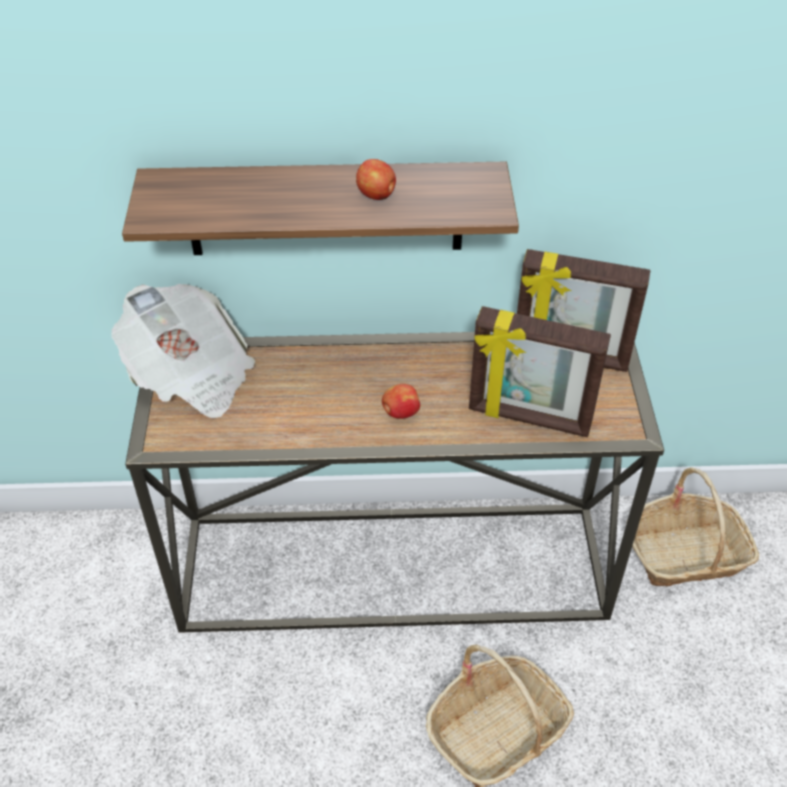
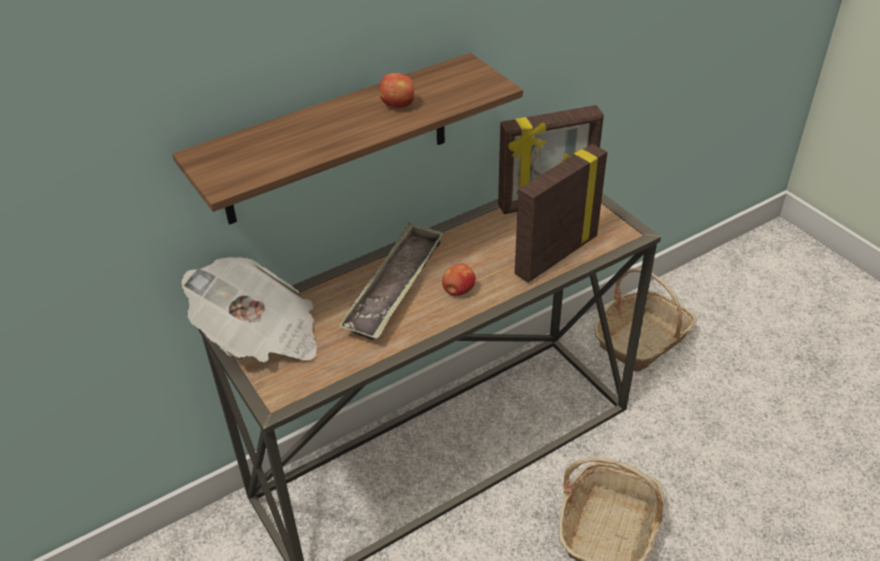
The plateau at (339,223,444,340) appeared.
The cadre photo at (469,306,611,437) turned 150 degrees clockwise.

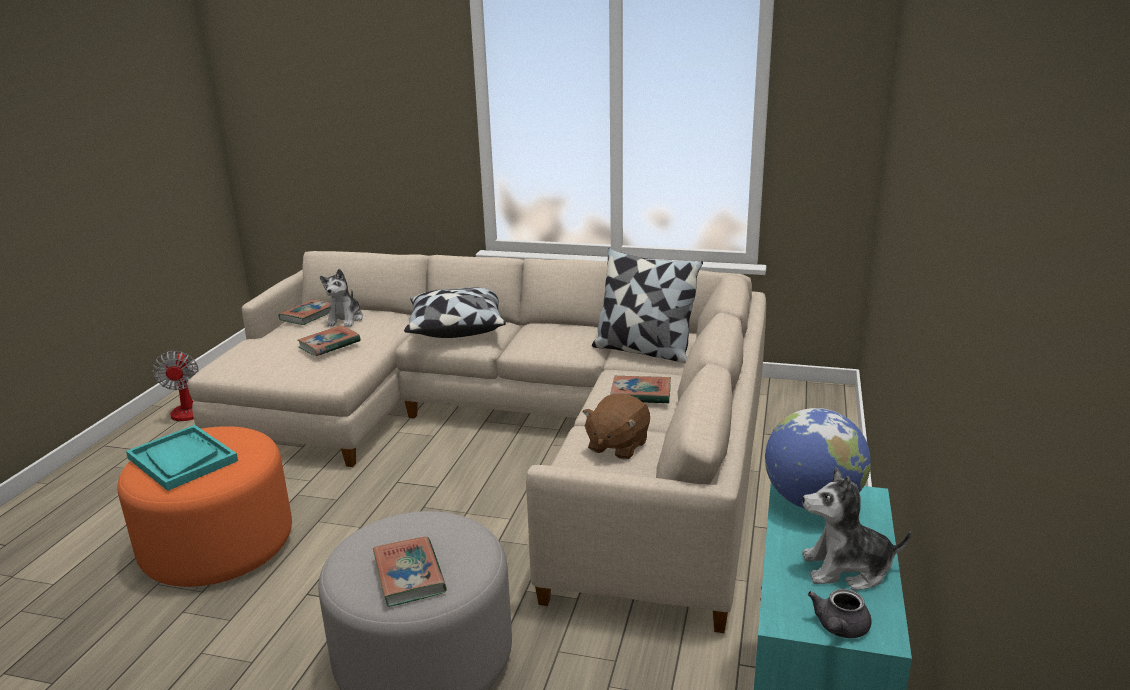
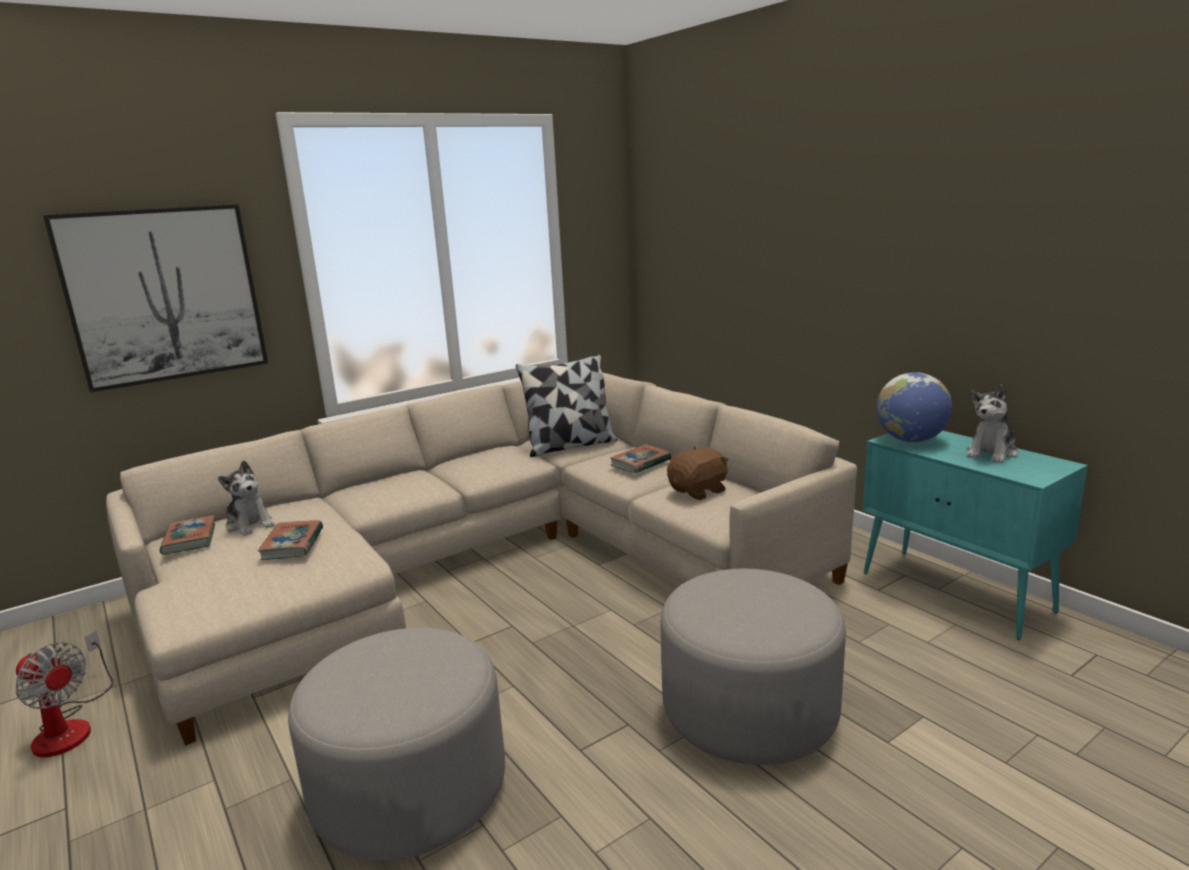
The plateau [turquoise] at (126,425,238,491) disappeared.
The livre at (373,536,447,607) disappeared.
The coussin at (404,287,506,338) disappeared.
The théière [gris] at (808,589,871,638) disappeared.
The tableau at (43,204,268,392) appeared.
The pouf [orange] at (117,426,292,587) became the pouf [gris] at (288,628,505,861).
The peluche [marron] at (582,394,650,460) turned 105 degrees counterclockwise.

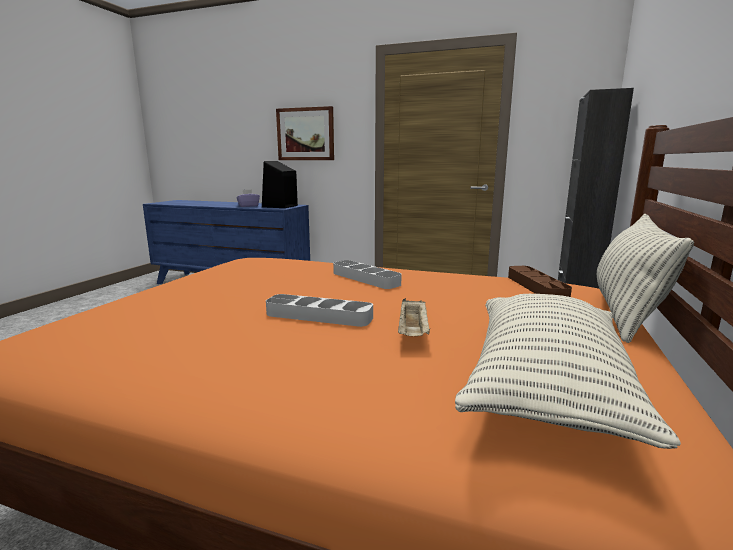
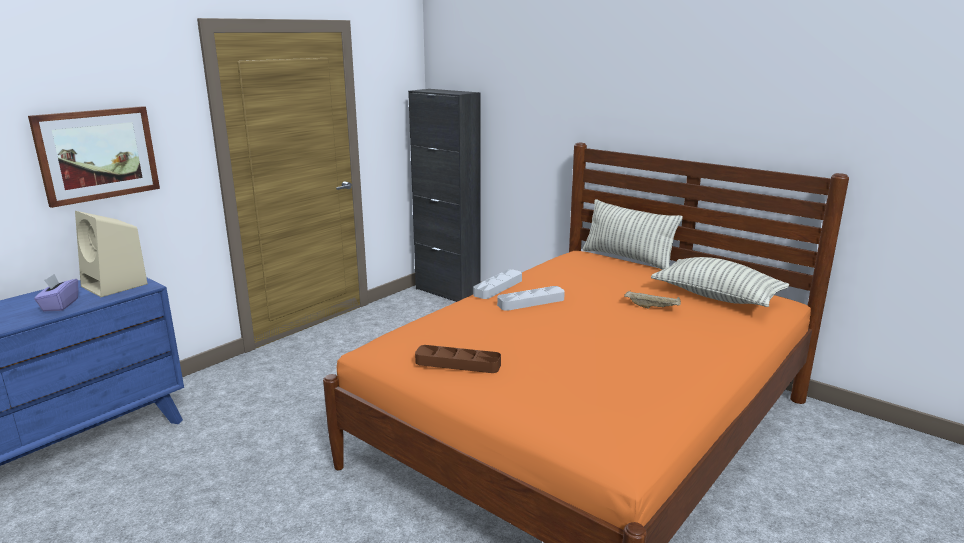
The plateau [gris] moved from (266,294,373,327) to (473,269,522,299).
The plateau [marron] moved from (508,266,572,297) to (415,345,501,373).
The enceinte [noir] at (262,161,298,208) became the enceinte [beige] at (75,211,148,297).

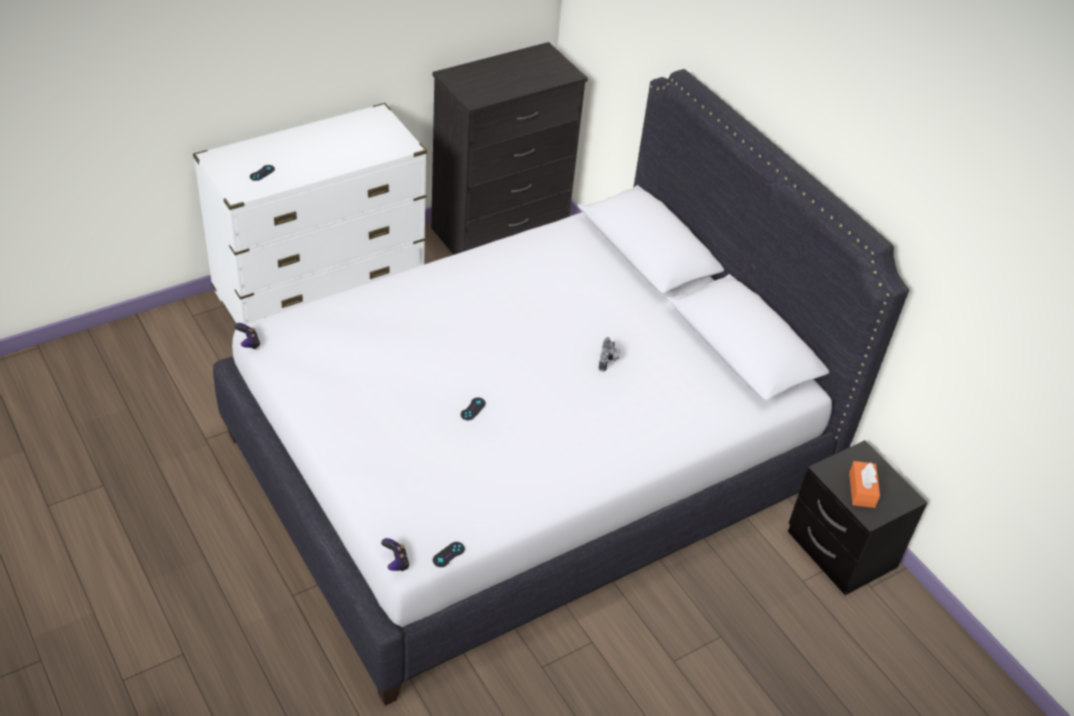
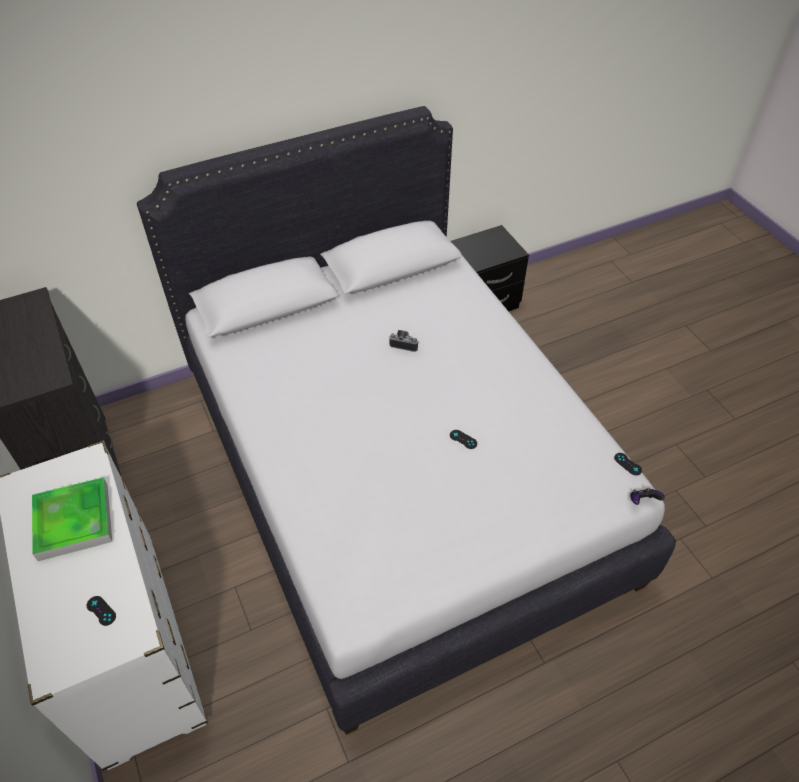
The manette at (234,323,260,349) disappeared.
The boîte à mouchoirs [orange] at (849,461,880,508) disappeared.
The plateau at (32,477,112,561) appeared.

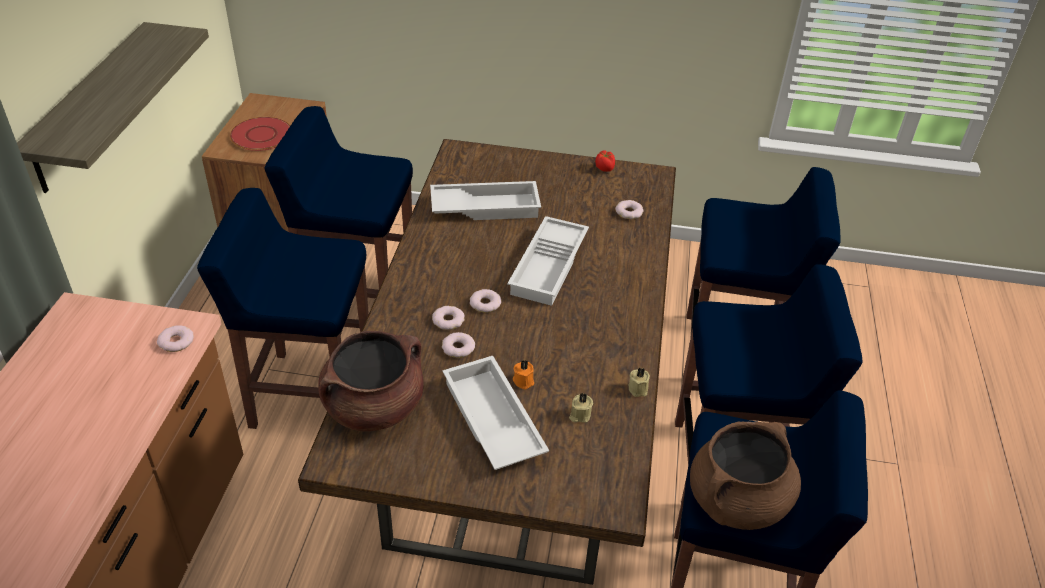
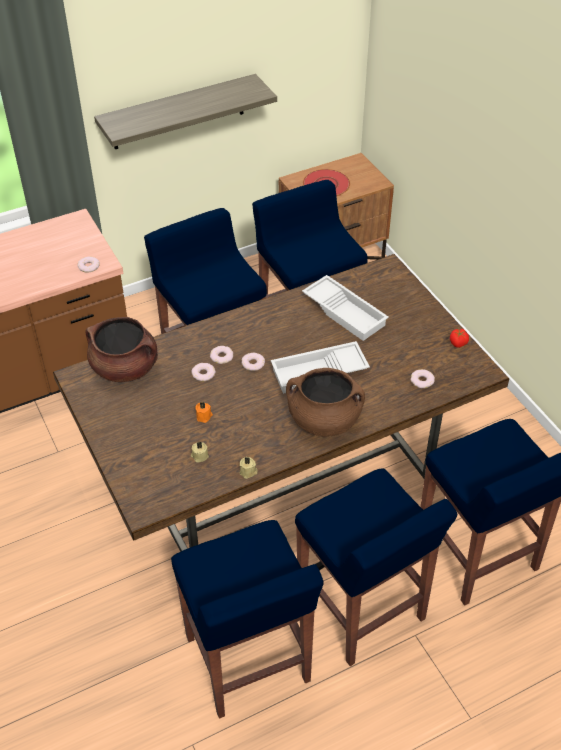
The plateau [blanc] at (442,356,549,470) disappeared.
The marmite [marron] moved from (690,422,801,530) to (286,368,365,437).

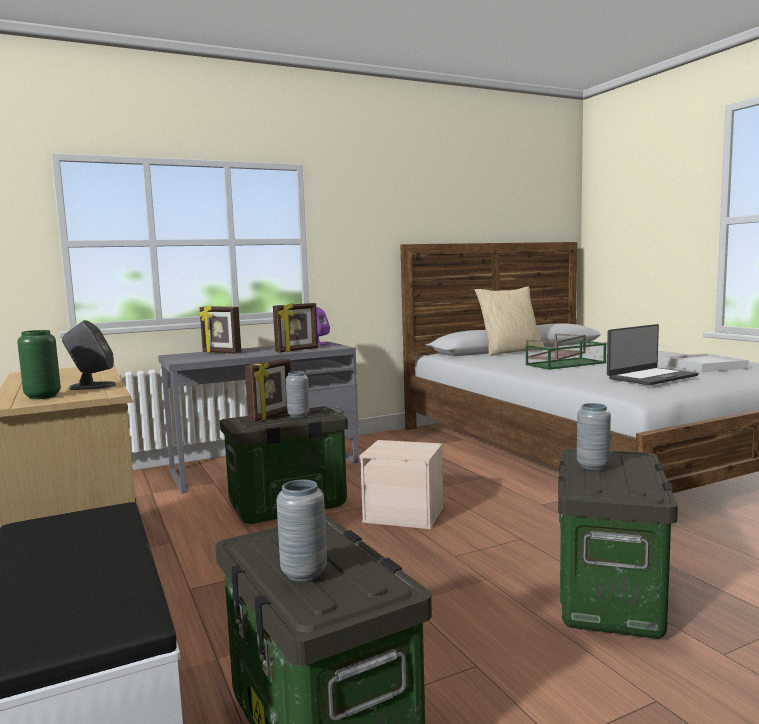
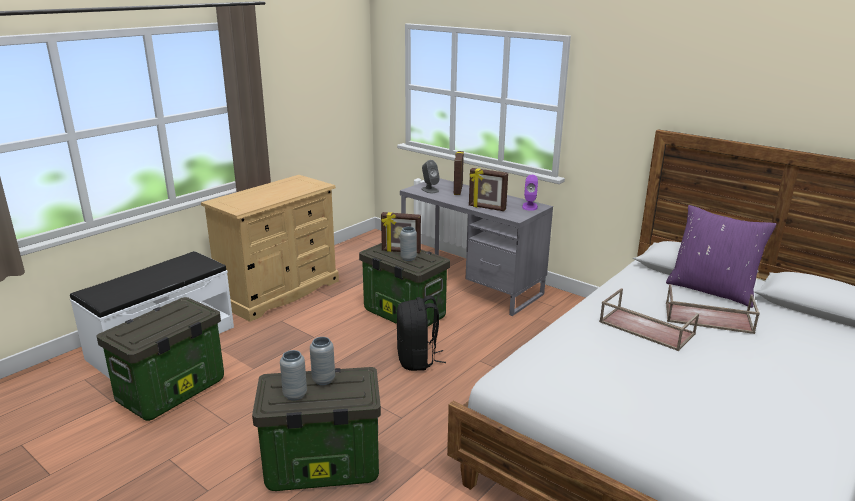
The vase [vert] at (17,330,61,399) disappeared.
The ordinateur portable at (607,324,698,385) disappeared.
The plateau [blanc] at (664,354,748,372) disappeared.
The enceinte [gris] moved from (62,320,116,390) to (421,160,440,193).
The vase [gris] moved from (276,480,327,582) to (280,350,307,401).
The boîte de rangement [beige] at (360,440,444,529) was replaced by the sac à dos [noir] at (397,295,446,371).
The coussin [beige] at (475,286,545,356) became the coussin [violet] at (666,205,776,308).
The plateau [vert] at (526,340,606,370) became the plateau [marron] at (599,288,699,351).

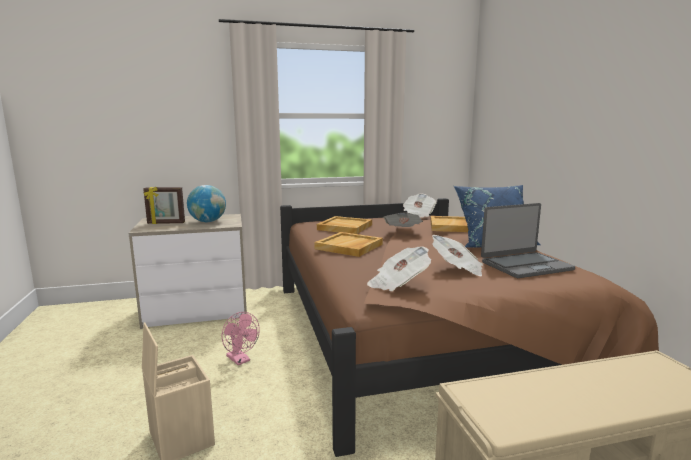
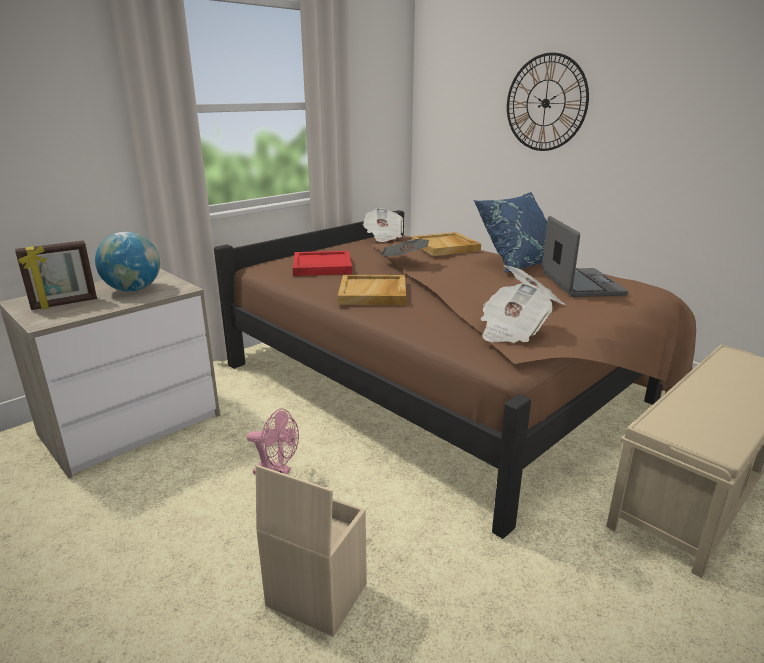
The horloge murale at (507,53,589,151) appeared.
The plateau [beige] at (317,216,372,234) became the plateau [rouge] at (293,251,352,276).
The ordinateur portable at (481,203,575,278) turned 45 degrees counterclockwise.

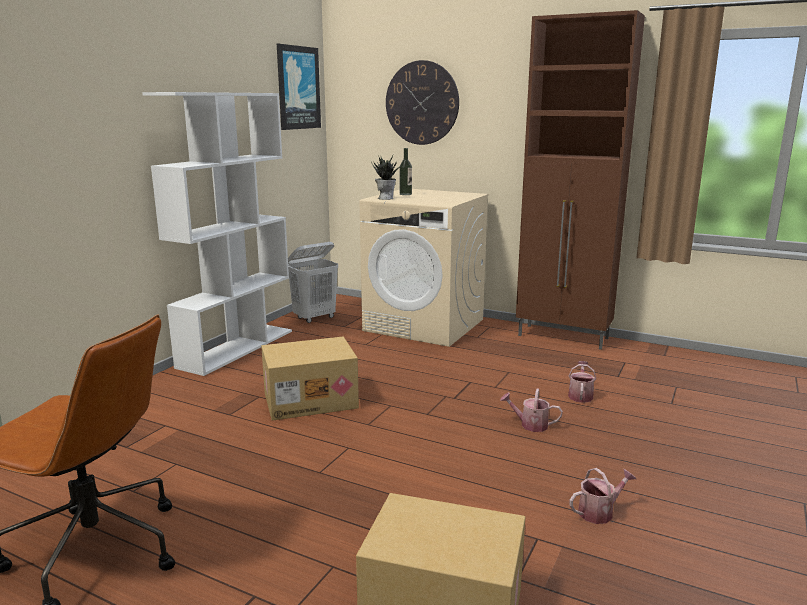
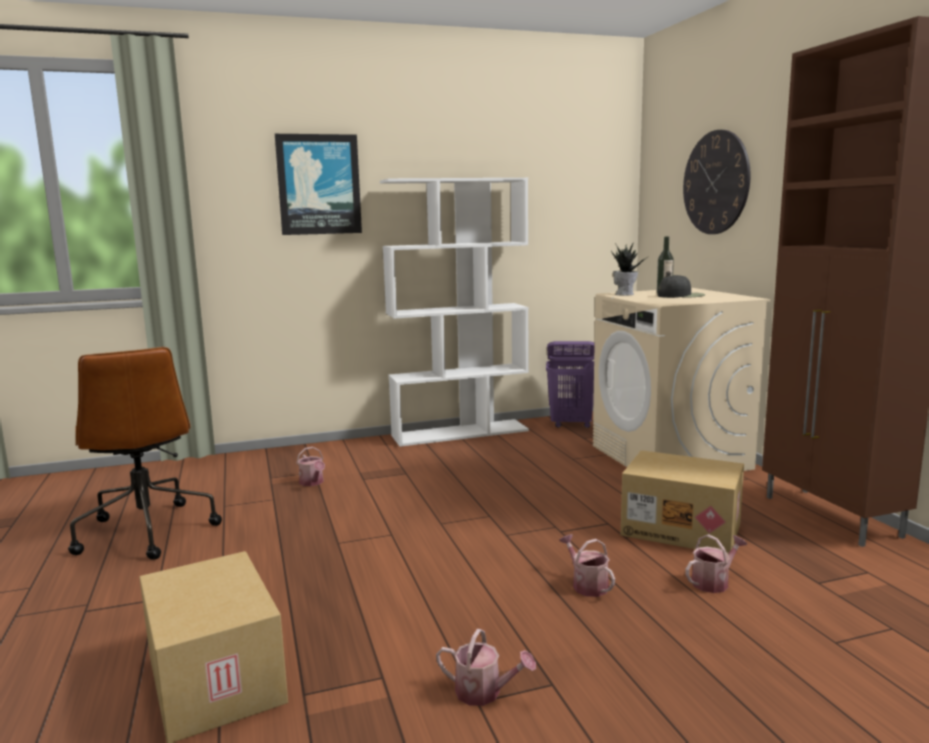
The arrosoir at (296,447,325,486) appeared.
The casquette [noir] at (658,275,705,298) appeared.
The carton moved from (261,337,359,421) to (621,450,744,553).
The tableau moved from (277,44,321,130) to (275,134,362,235).
The panier à linge [blanc] at (288,242,338,323) became the panier à linge [violet] at (546,341,595,428).

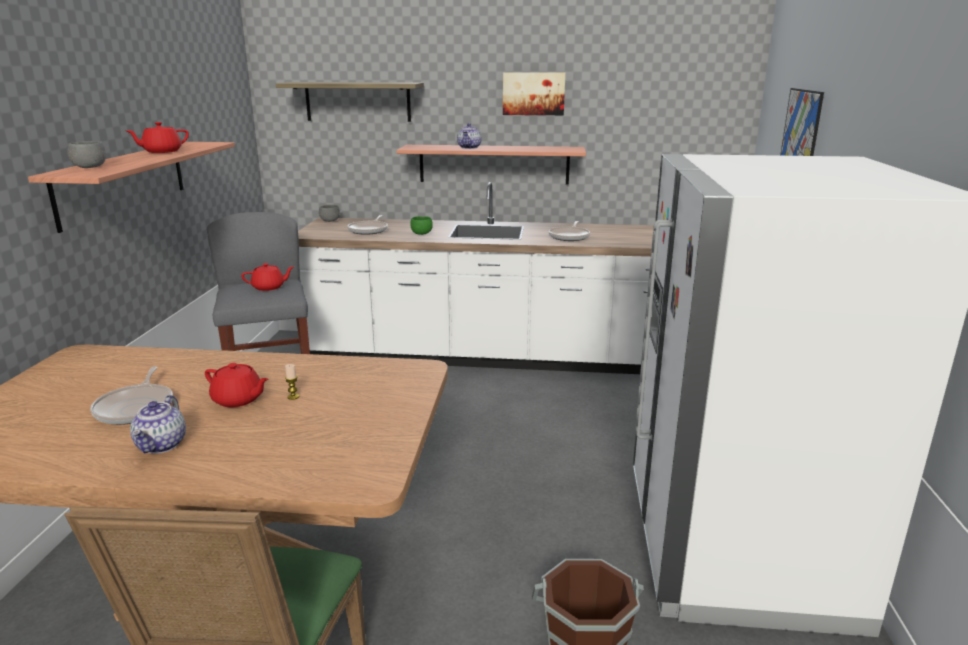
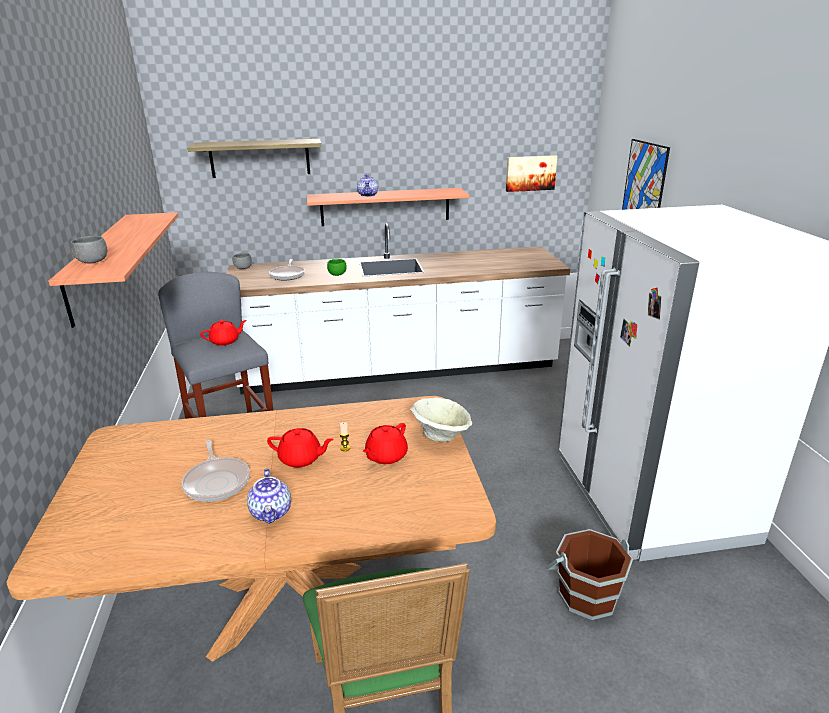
The poêle at (549,221,590,241) disappeared.
The bol [beige] at (410,398,472,442) appeared.
The théière [rouge] moved from (125,122,189,153) to (362,423,408,464).
The tableau moved from (503,72,565,115) to (506,155,557,192).

